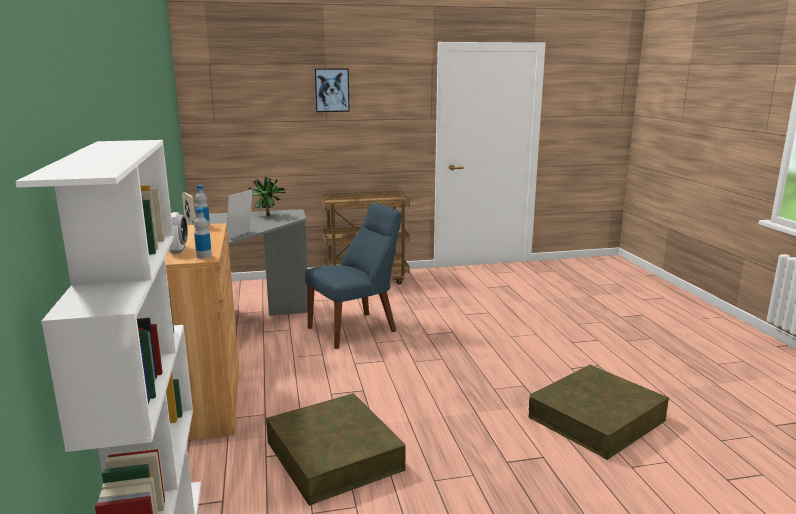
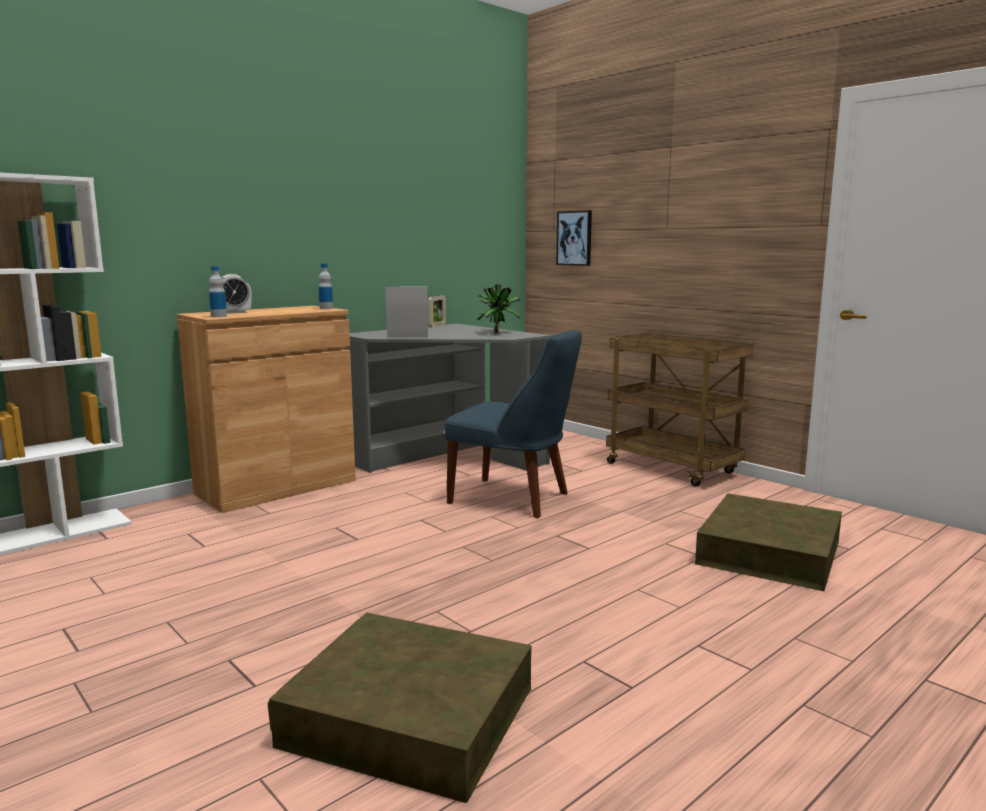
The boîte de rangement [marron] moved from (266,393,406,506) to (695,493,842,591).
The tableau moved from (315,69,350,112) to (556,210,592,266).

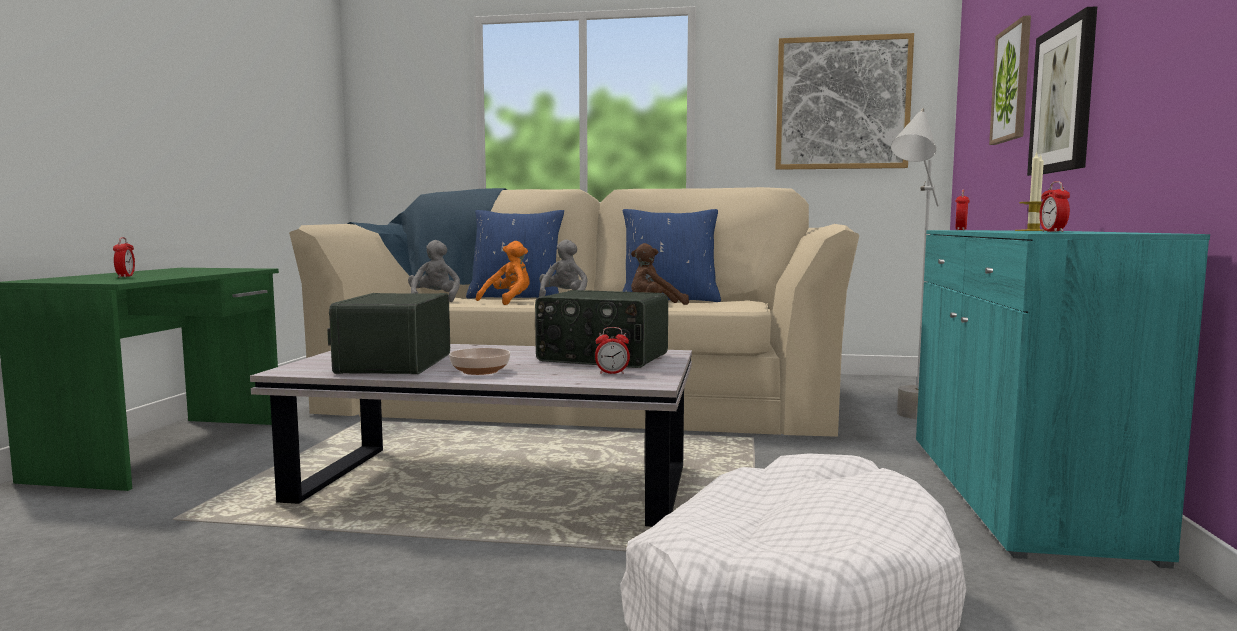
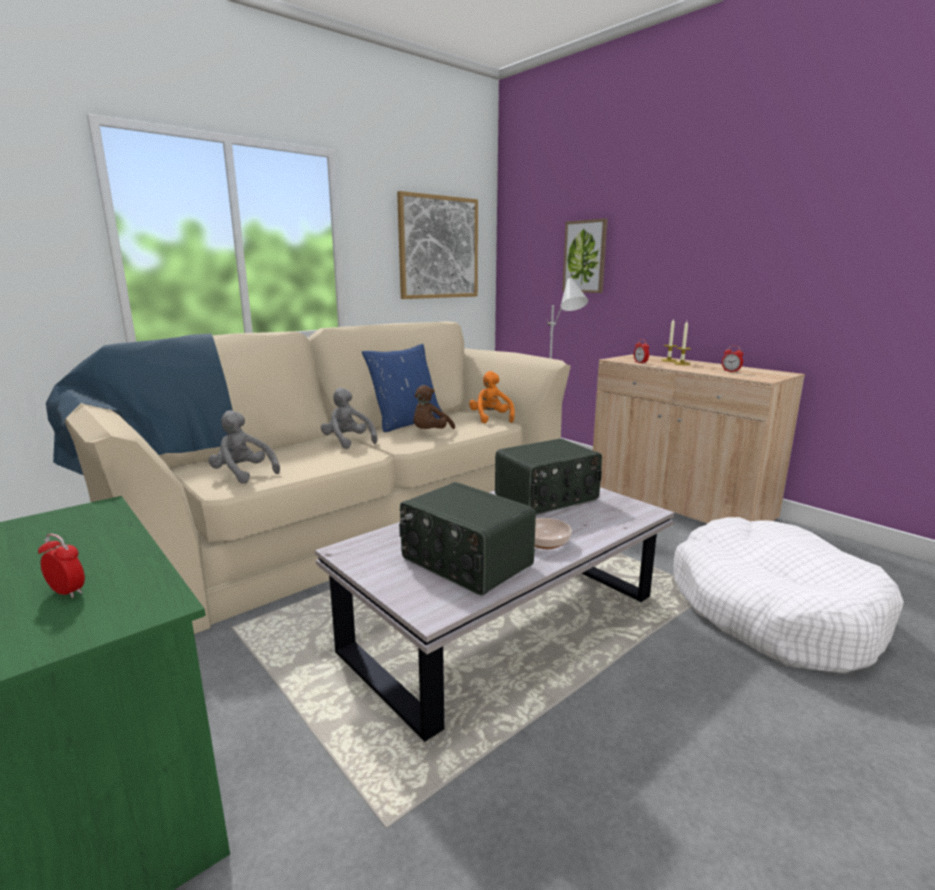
The coussin [bleu] at (466,210,564,299) disappeared.
The réveil at (595,327,630,374) disappeared.
The tableau at (1027,6,1097,176) disappeared.
The peluche [orange] moved from (476,241,530,305) to (469,371,515,423).
The meuble de rangement [turquoise] at (916,230,1210,569) became the meuble de rangement [beige] at (593,354,805,524).

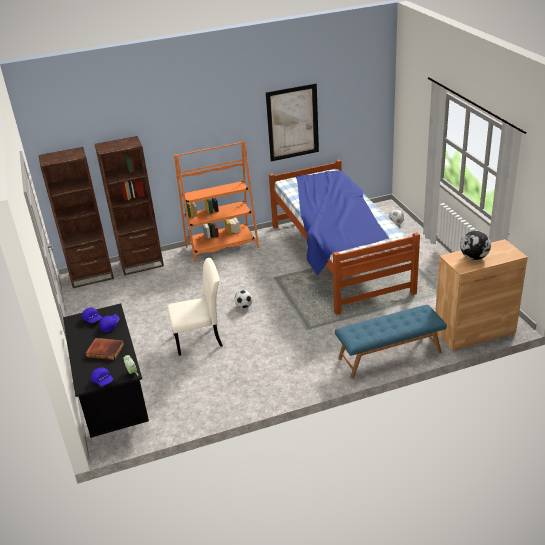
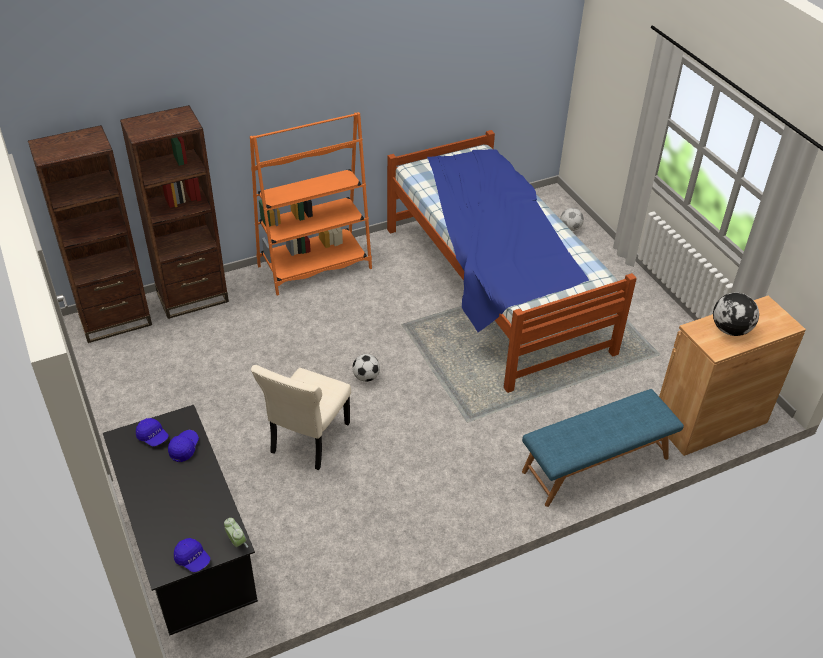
The livre at (85,338,124,360) disappeared.
The tableau at (266,83,319,161) disappeared.
The chaise [beige] at (167,258,223,356) turned 135 degrees clockwise.

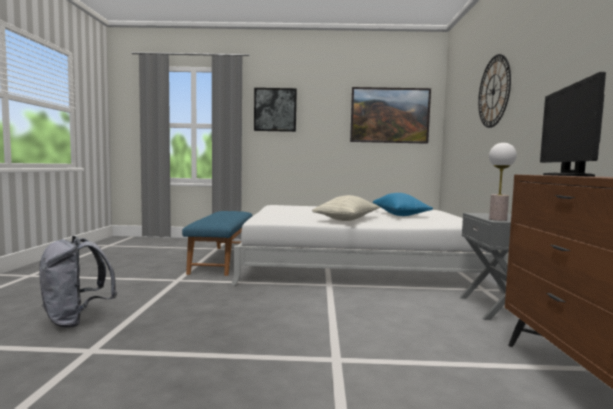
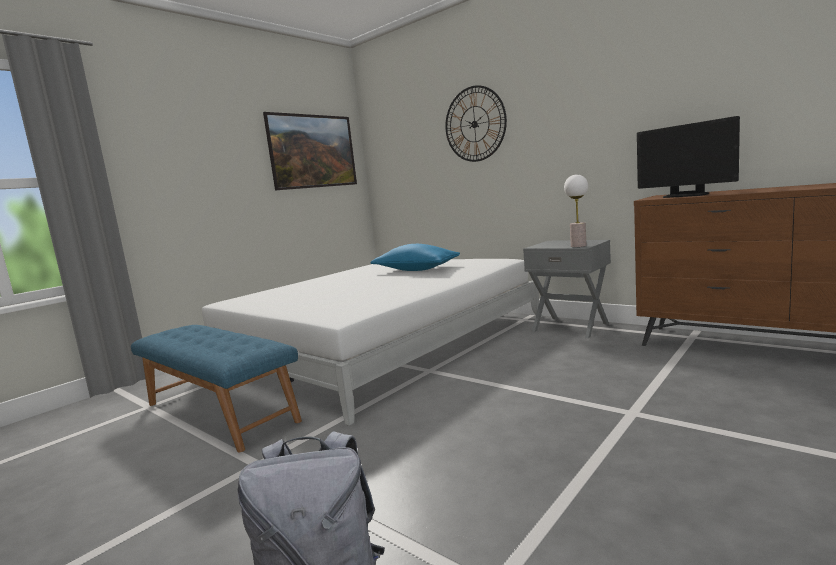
The tableau at (254,88,297,132) disappeared.
The coussin at (312,195,379,221) disappeared.

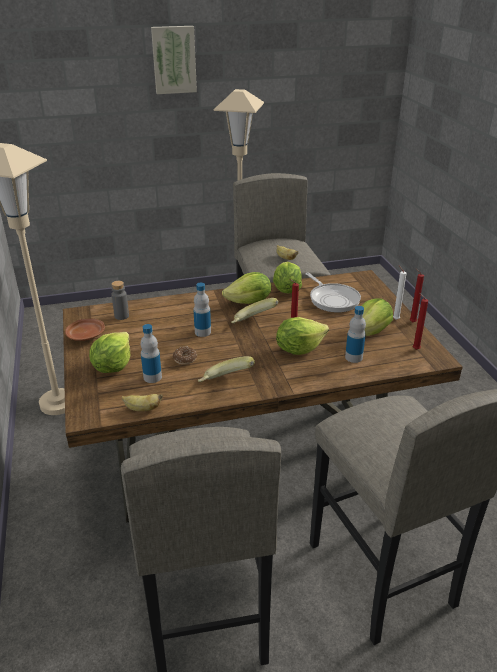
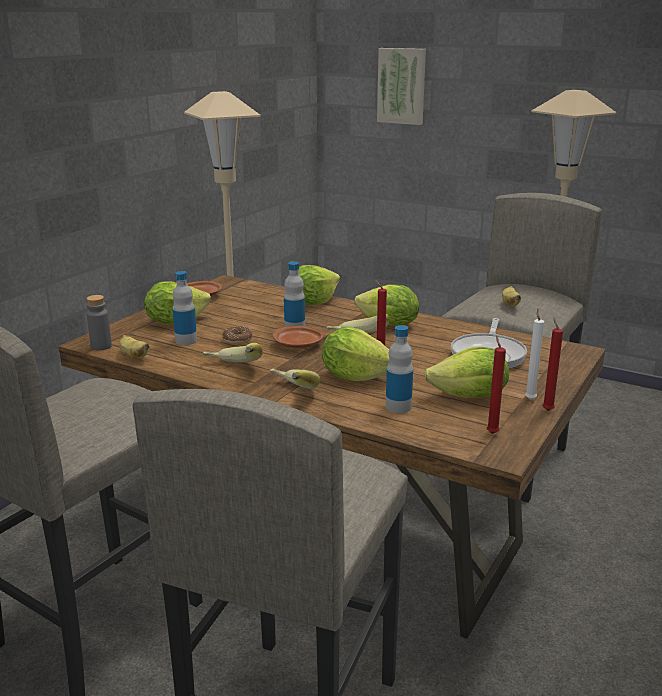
The banane at (270,369,320,389) appeared.
The assiette [marron] at (273,326,324,349) appeared.
The bouteille [gris] moved from (111,281,129,320) to (87,295,112,350).
The tableau moved from (151,26,197,94) to (377,48,426,125).
The laitue moved from (273,262,302,294) to (298,265,340,305).

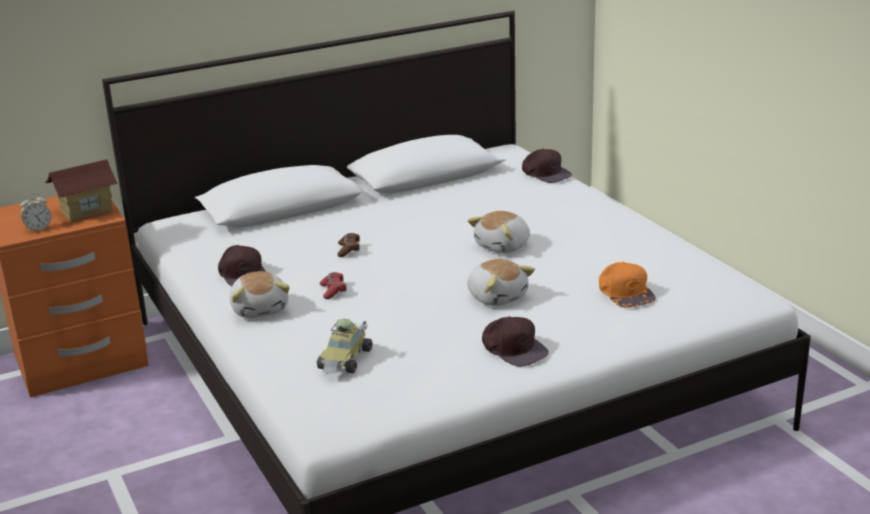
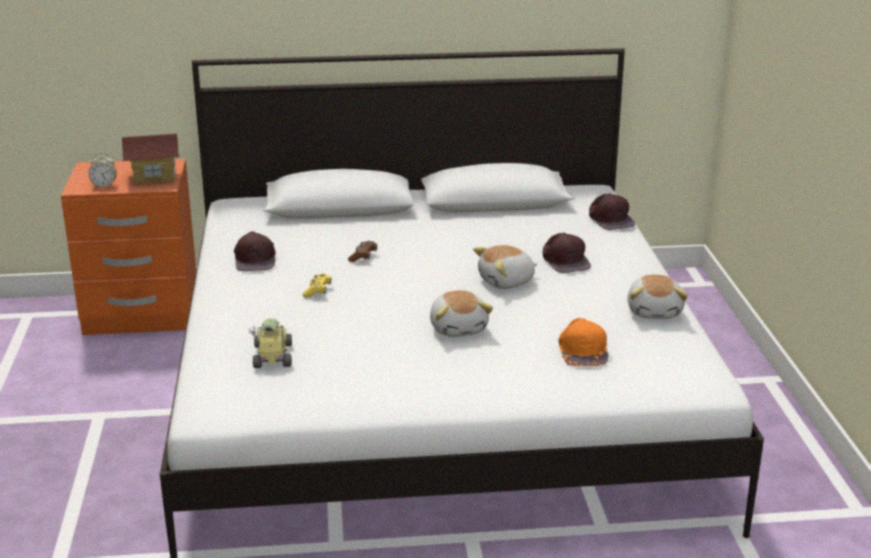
The peluche moved from (230,271,290,318) to (627,275,688,319).
The casquette [marron] moved from (482,316,549,367) to (543,233,591,273).
The manette [rouge] at (320,272,346,299) became the manette [jaune] at (303,274,331,297).
The petite voiture at (317,319,373,373) turned 135 degrees clockwise.

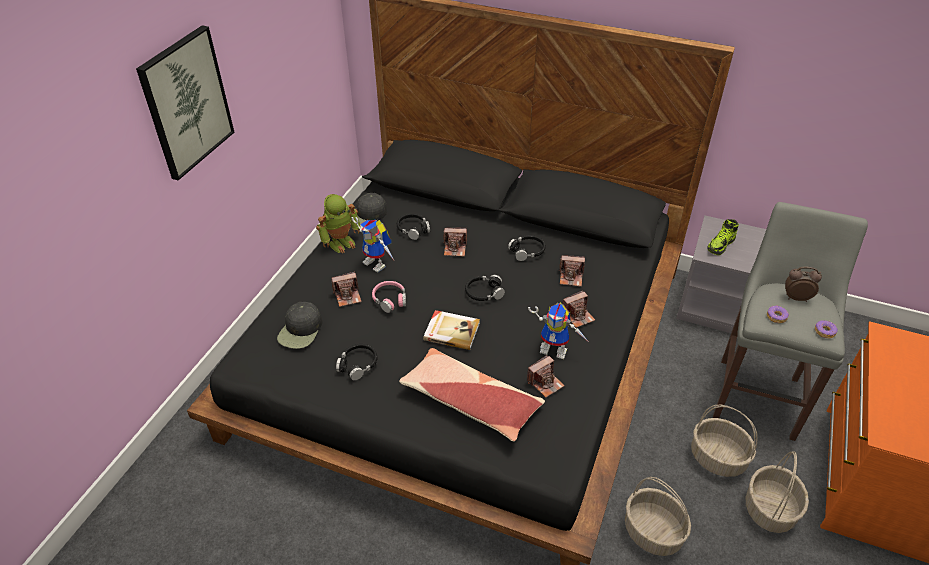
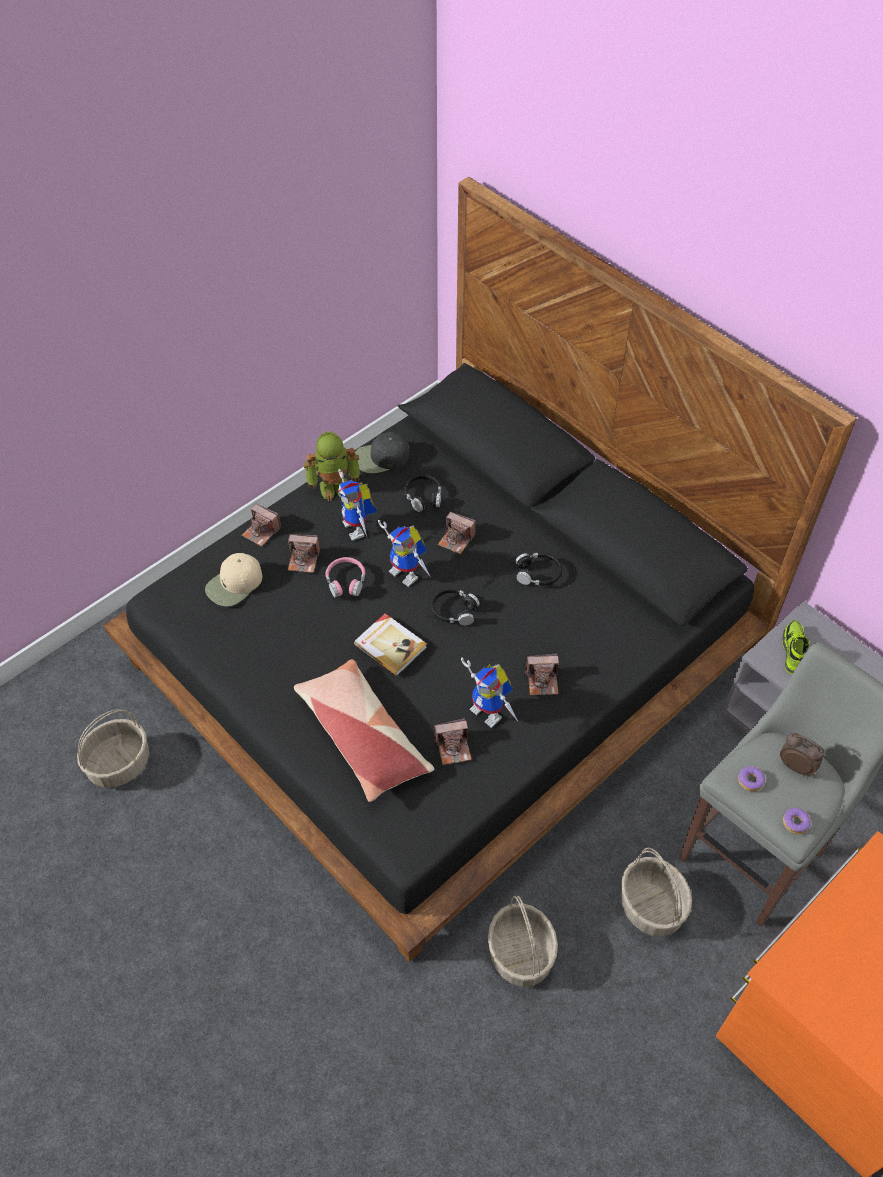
The tableau at (136,25,234,180) disappeared.
The casque audio [noir] at (336,344,377,380) disappeared.
The robot jouet at (378,520,430,587) appeared.
The appareil photo moved from (559,255,585,287) to (242,504,281,547).
The panier moved from (745,451,809,533) to (77,709,149,788).
The casquette [noir] at (277,302,323,349) became the casquette [beige] at (205,553,262,607).
The chaussure at (707,219,739,255) turned 120 degrees clockwise.

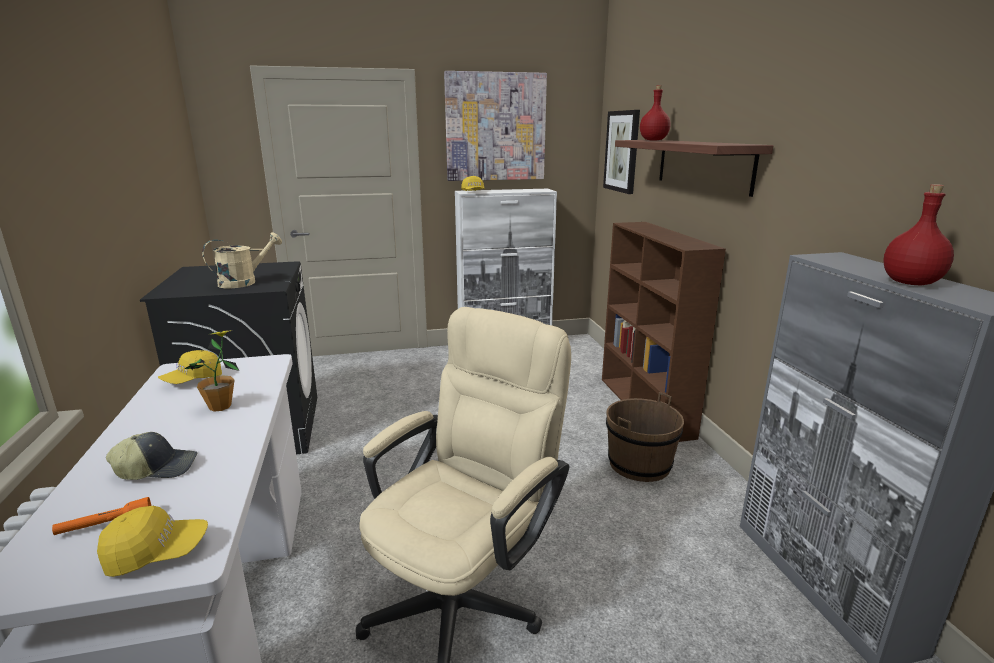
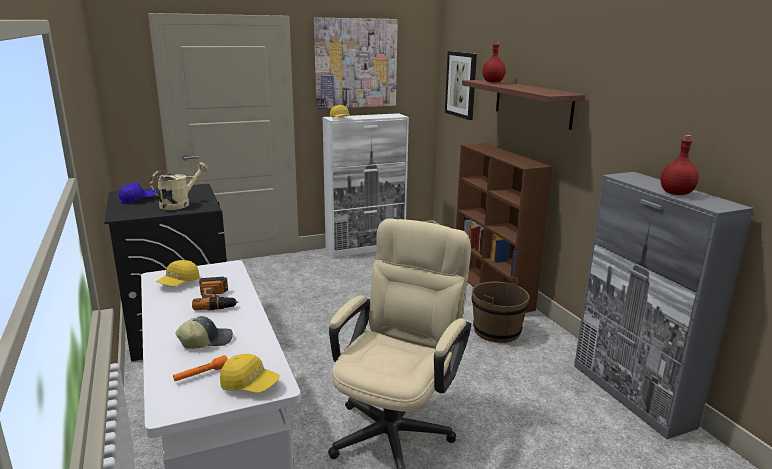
The casquette [bleu] at (119,183,157,204) appeared.
The plante en pot at (185,330,239,412) was replaced by the perceuse at (192,277,238,310).
The casquette [jaune] at (97,506,208,577) turned 45 degrees clockwise.

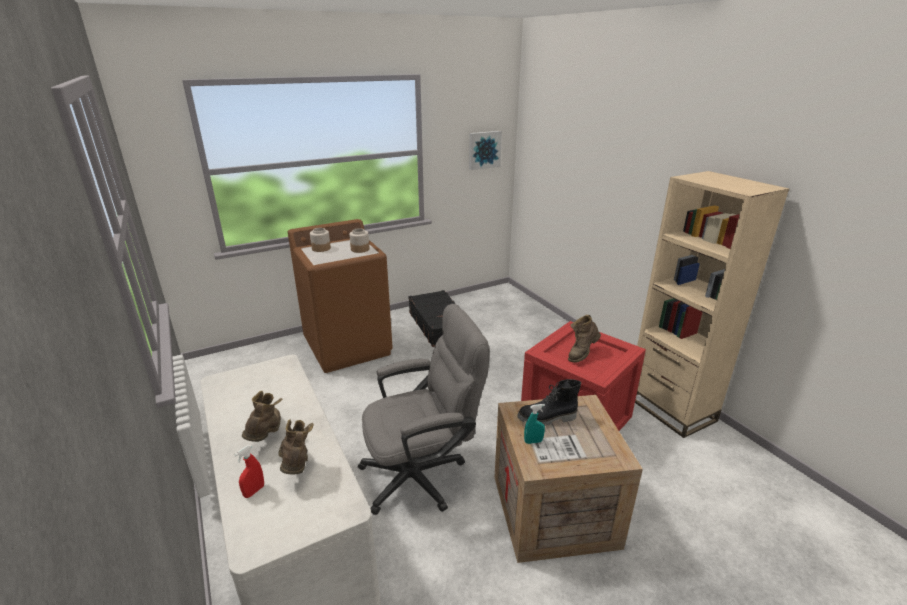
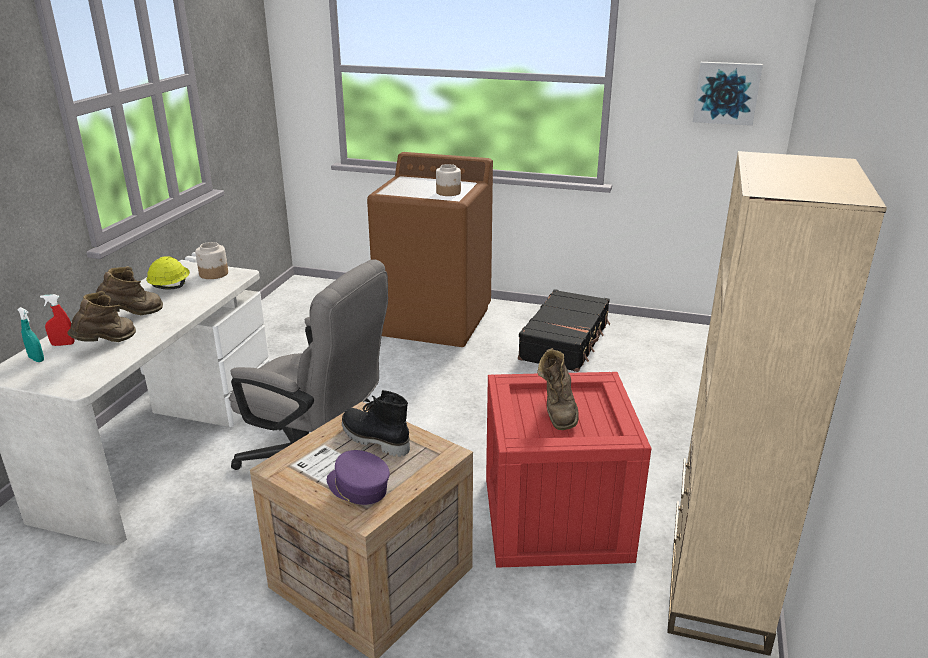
The casque de chantier [jaune] at (146,256,190,290) appeared.
The casquette [violet] at (327,450,390,505) appeared.
The bocal moved from (310,228,331,252) to (195,242,228,279).
The vaporisateur [turquoise] moved from (524,404,545,444) to (17,307,44,362).
The botte [marron] at (568,315,601,363) turned 90 degrees counterclockwise.

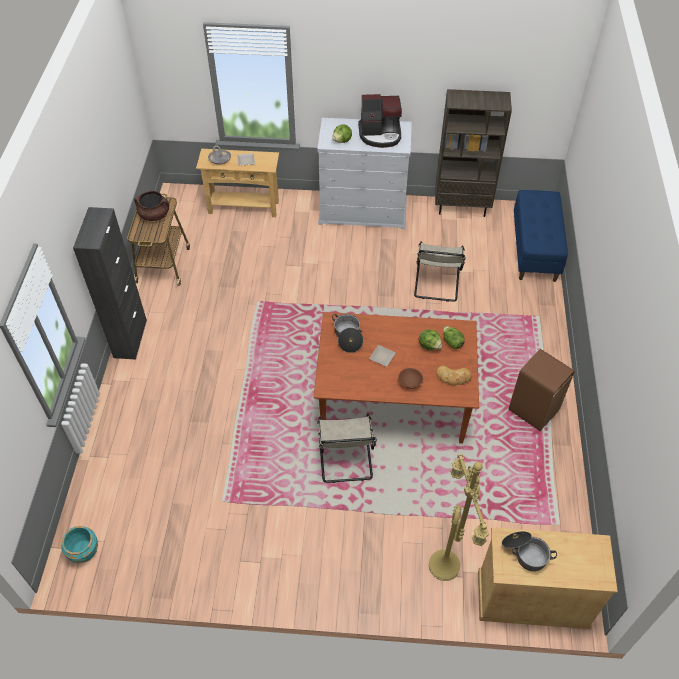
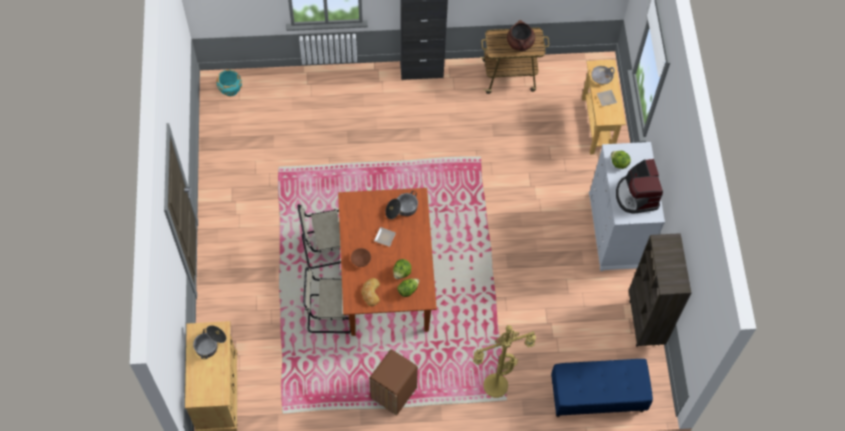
The chaise [beige] moved from (414,241,466,302) to (303,267,351,334).
The lampadaire [jaune] moved from (429,454,489,581) to (473,325,536,398).

